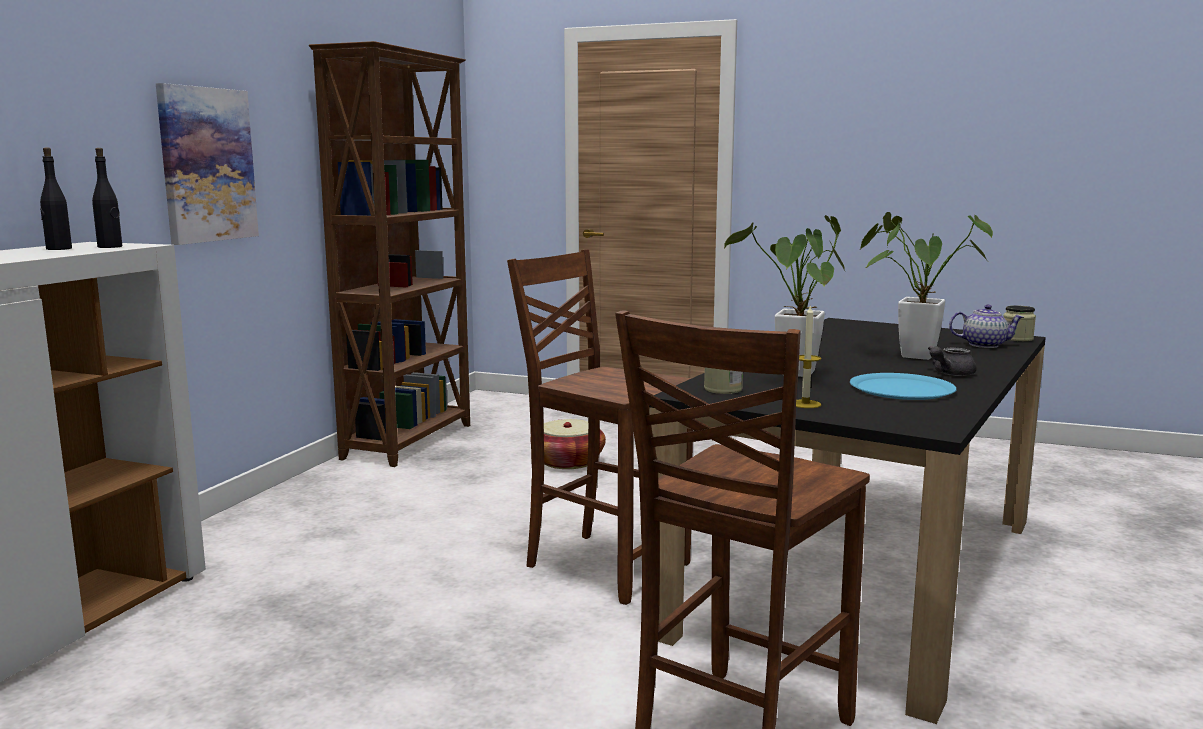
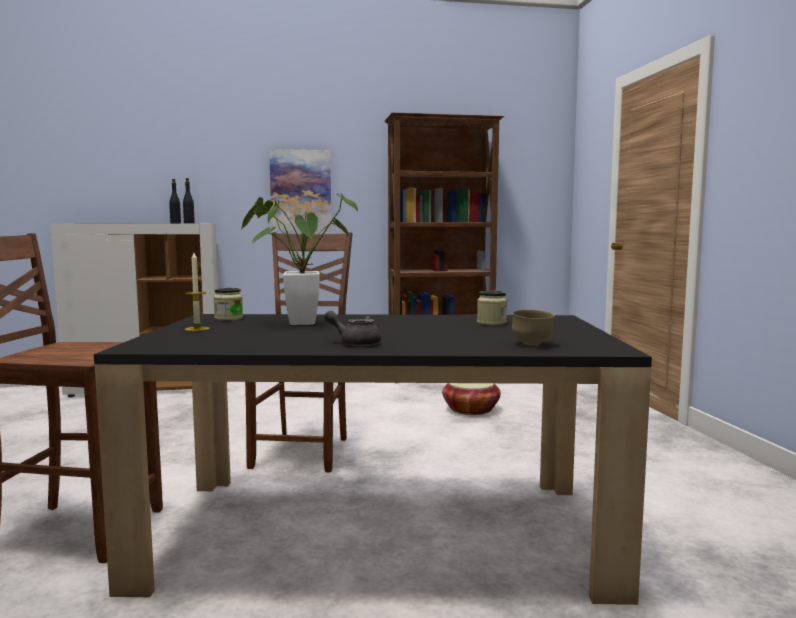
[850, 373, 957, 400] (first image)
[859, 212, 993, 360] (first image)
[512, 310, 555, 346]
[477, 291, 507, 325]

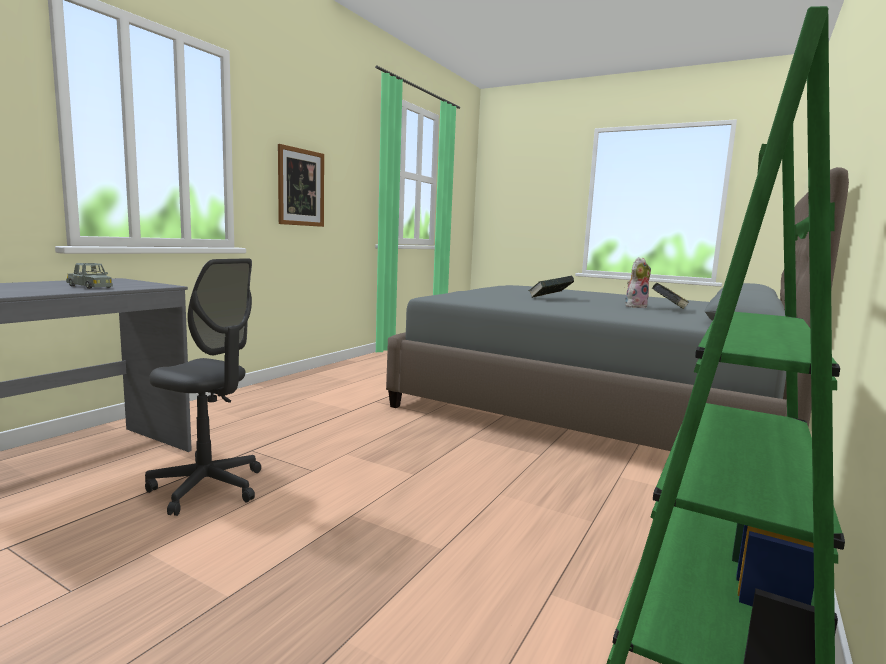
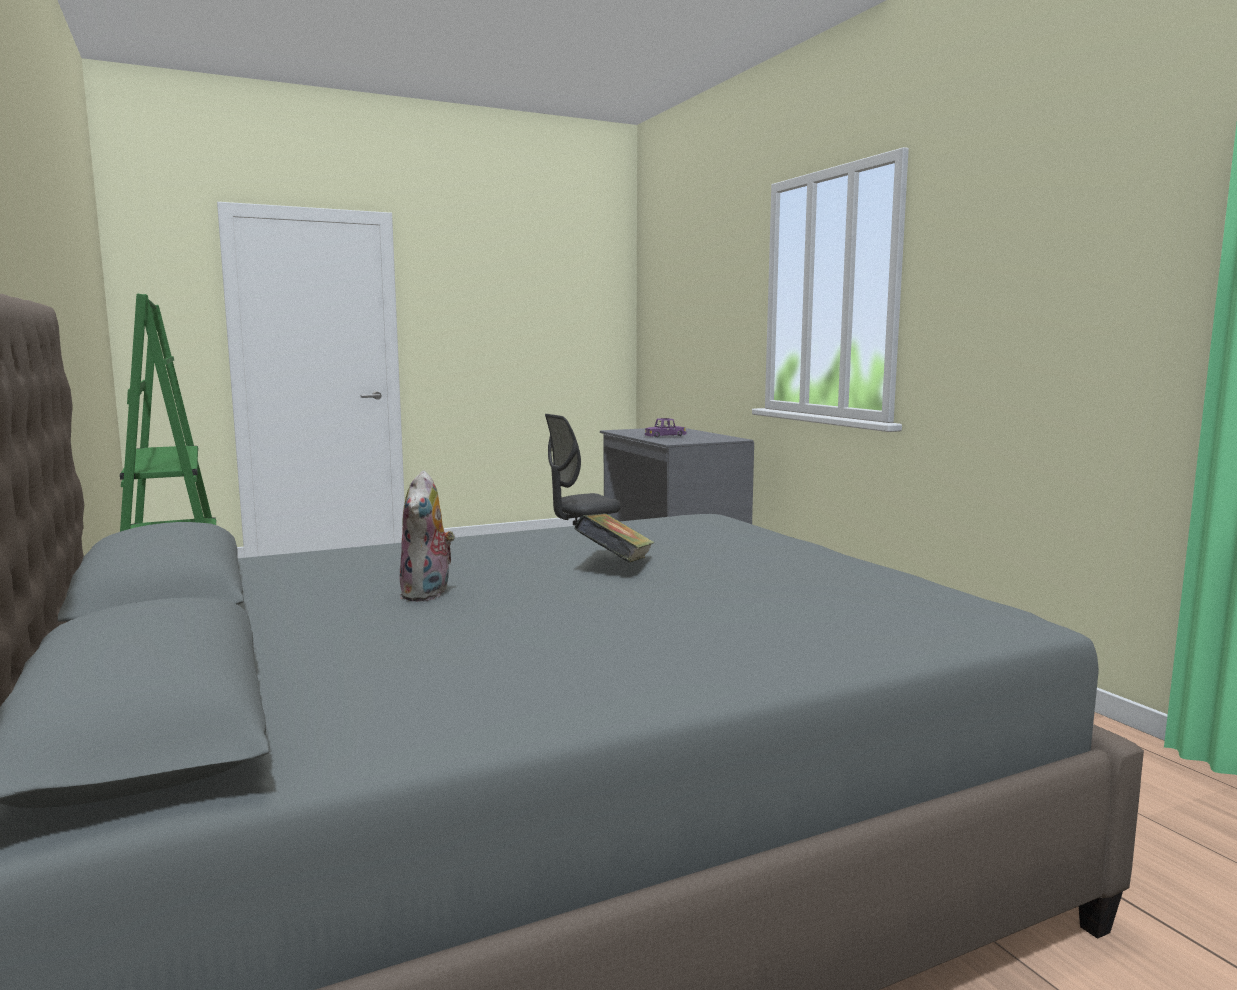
[645, 418, 686, 438]
[278, 144, 324, 227] (first image)
[652, 283, 690, 309] (first image)

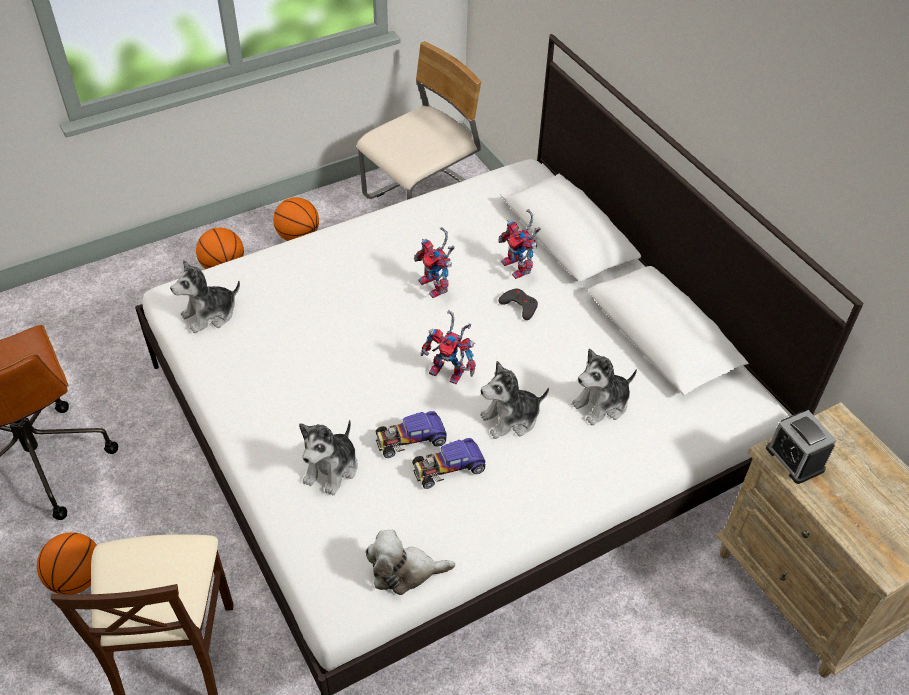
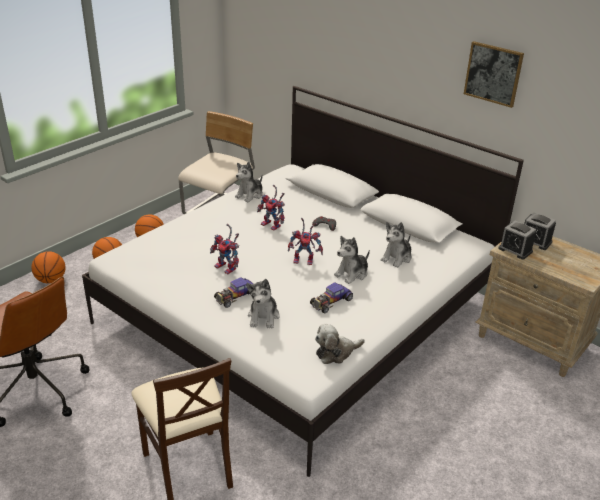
[31, 251, 66, 284]
[235, 162, 263, 202]
[214, 277, 254, 308]
[210, 224, 239, 274]
[464, 41, 524, 108]
[524, 213, 556, 250]

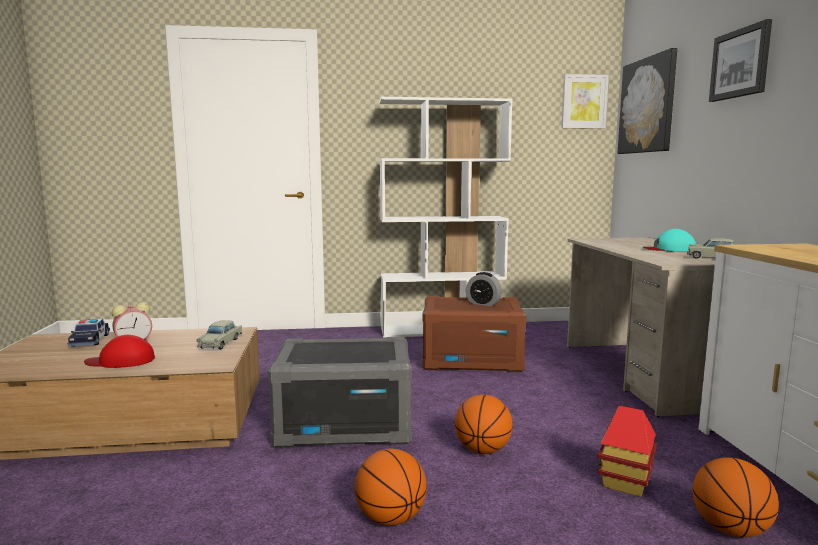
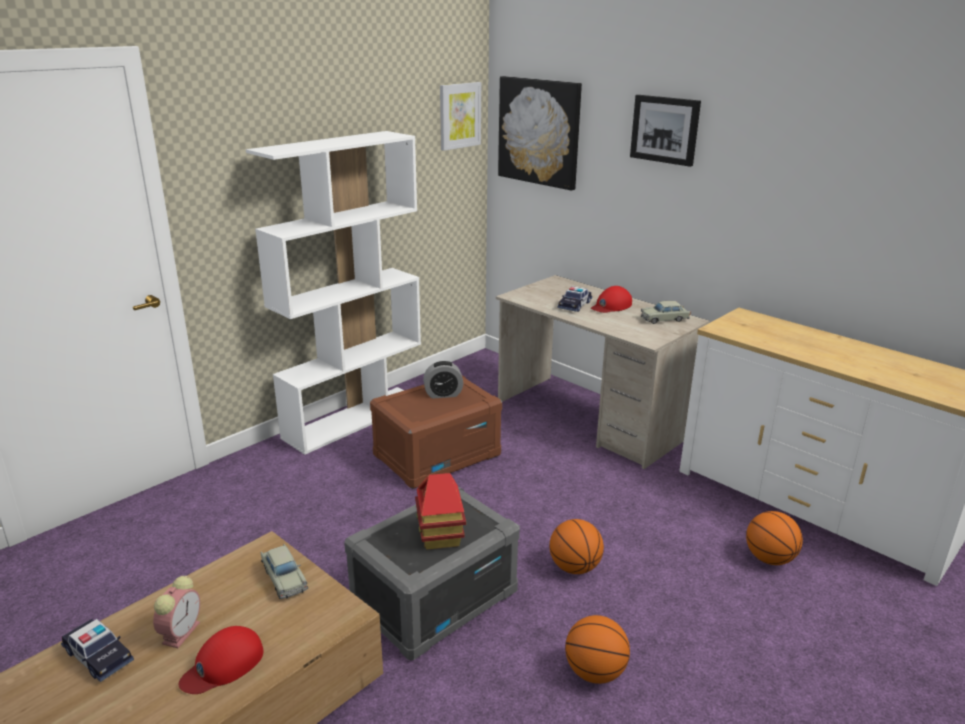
[415, 473, 466, 550]
[591, 286, 632, 313]
[558, 286, 592, 312]

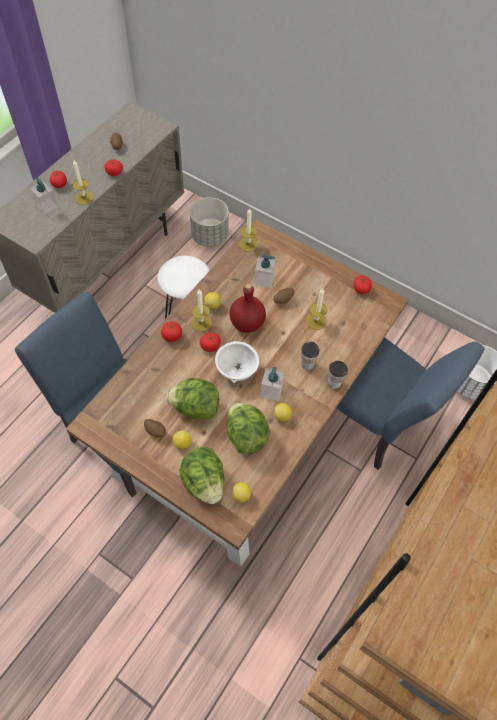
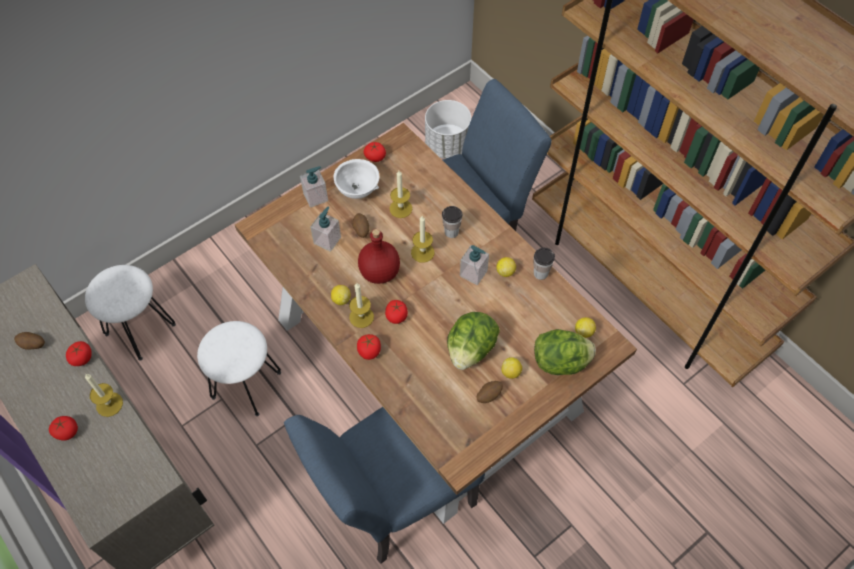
[300, 166, 328, 208]
[85, 265, 176, 361]
[334, 159, 379, 199]
[227, 403, 270, 455] (first image)
[411, 216, 435, 263]
[533, 248, 555, 280]

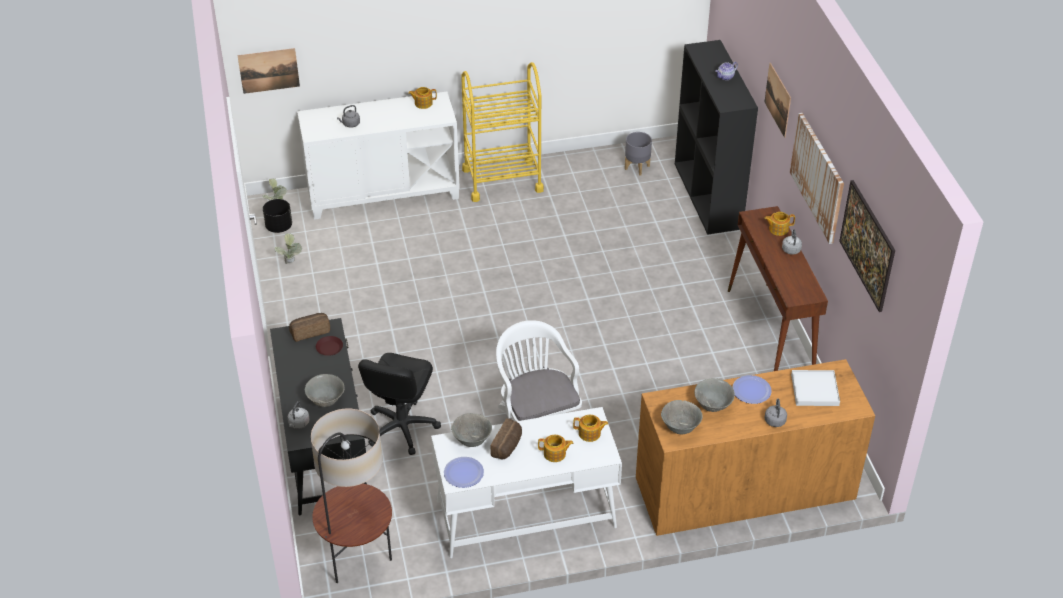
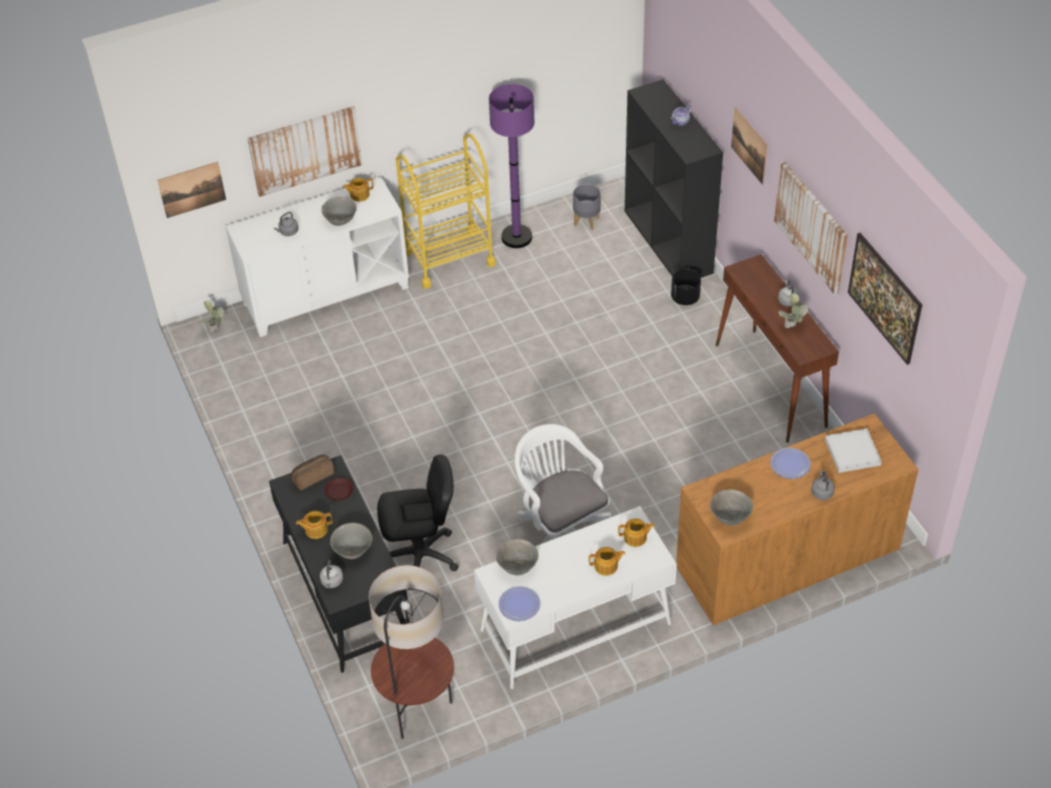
[671, 269, 701, 305]
[778, 293, 808, 328]
[377, 455, 459, 571]
[490, 419, 522, 459] (first image)
[321, 197, 357, 226]
[296, 511, 332, 539]
[248, 106, 362, 197]
[489, 84, 535, 248]

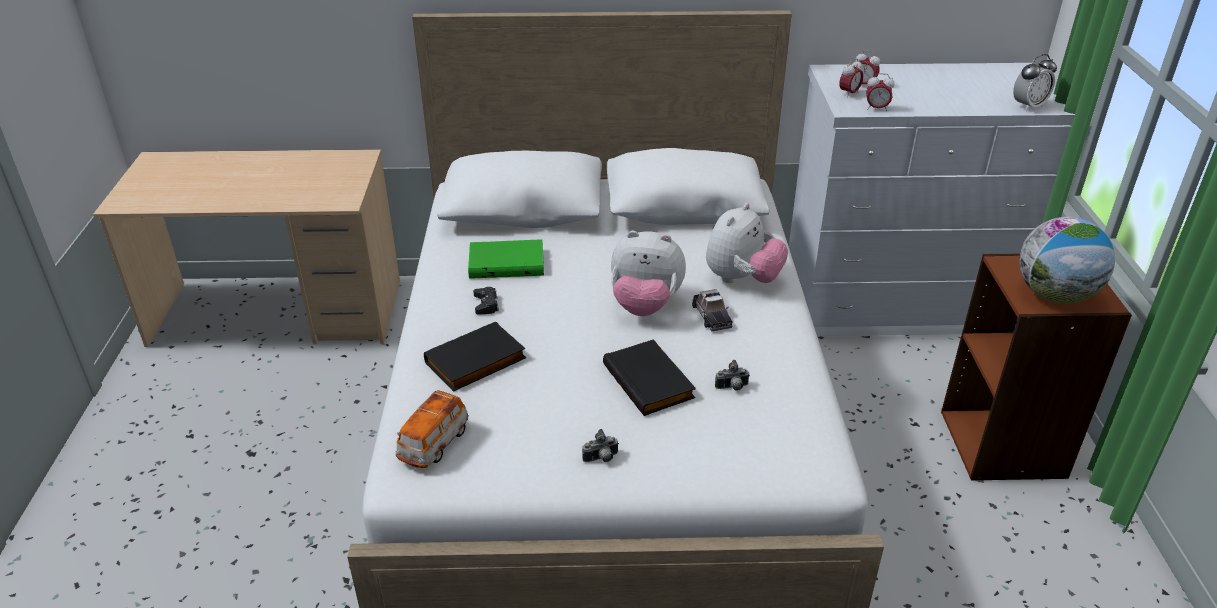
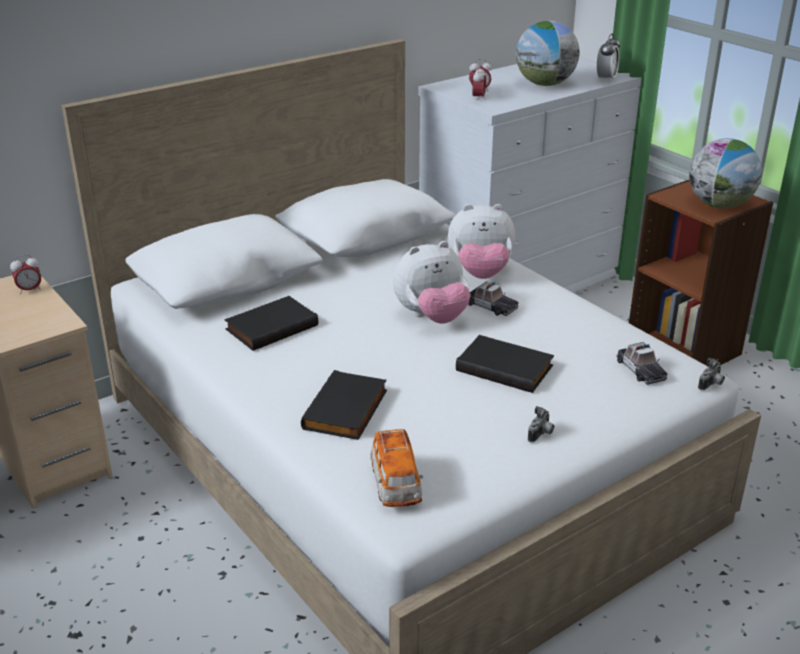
[224, 296, 318, 351]
[473, 287, 499, 315] (first image)
[448, 204, 515, 279]
[698, 357, 725, 390]
[10, 255, 41, 294]
[516, 21, 580, 86]
[616, 342, 667, 385]

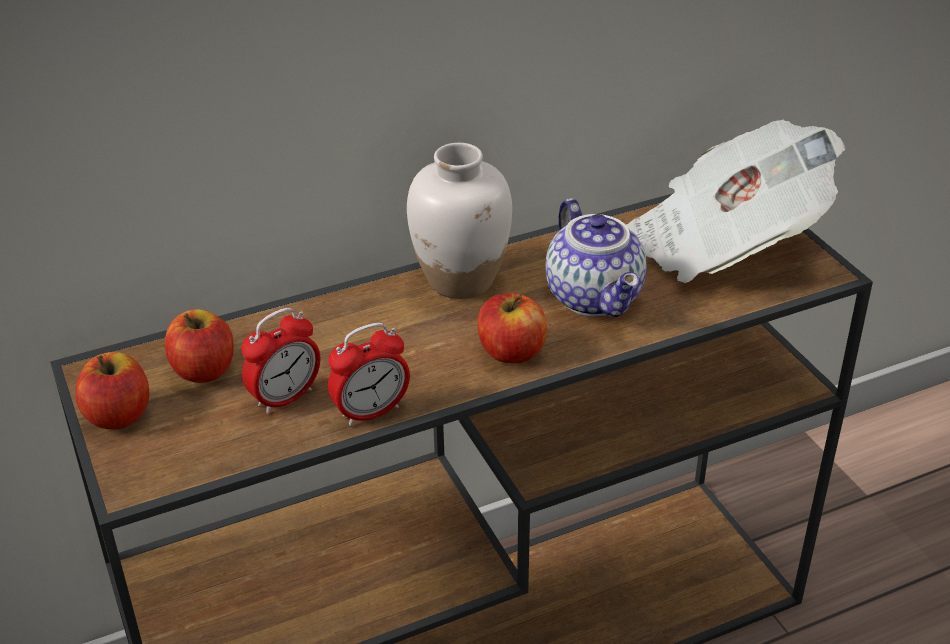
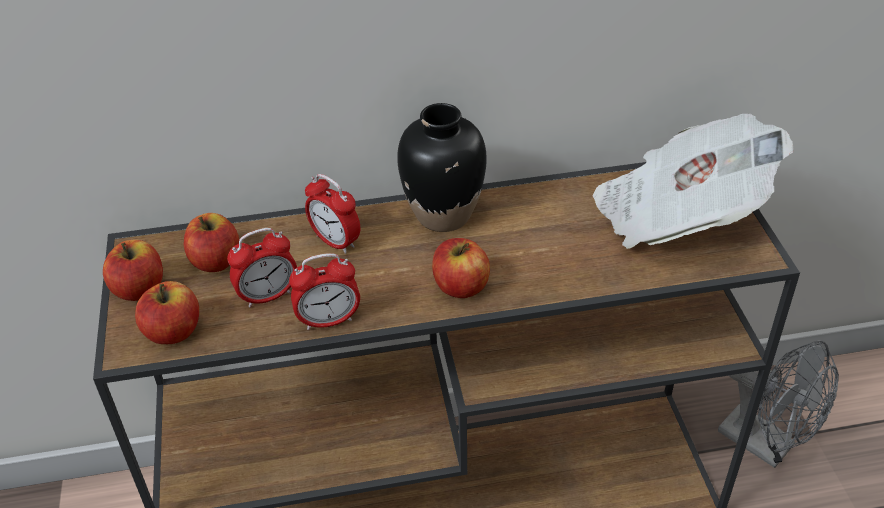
[397, 103, 487, 232]
[545, 198, 646, 317] (first image)
[135, 281, 199, 344]
[305, 174, 360, 254]
[718, 340, 839, 468]

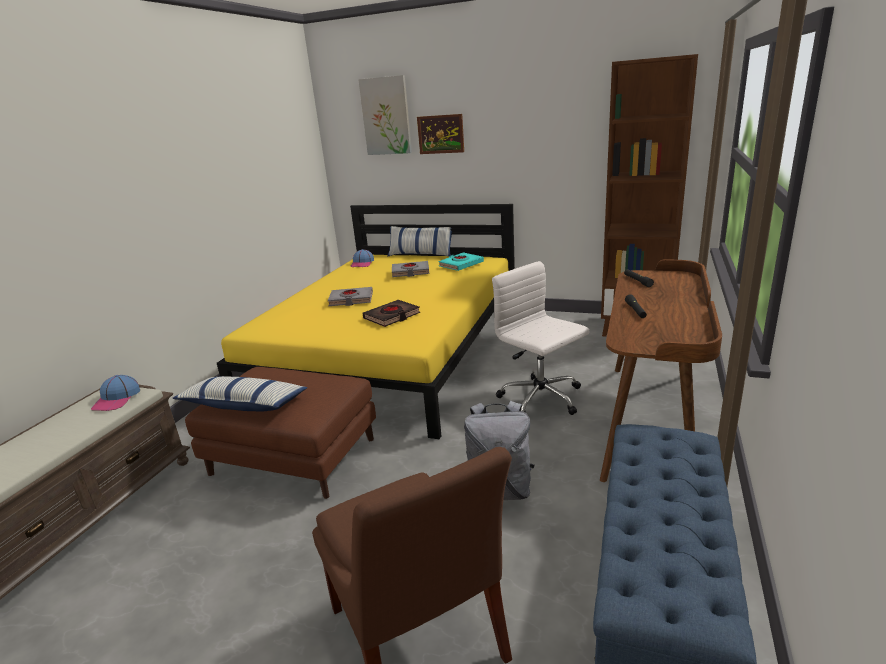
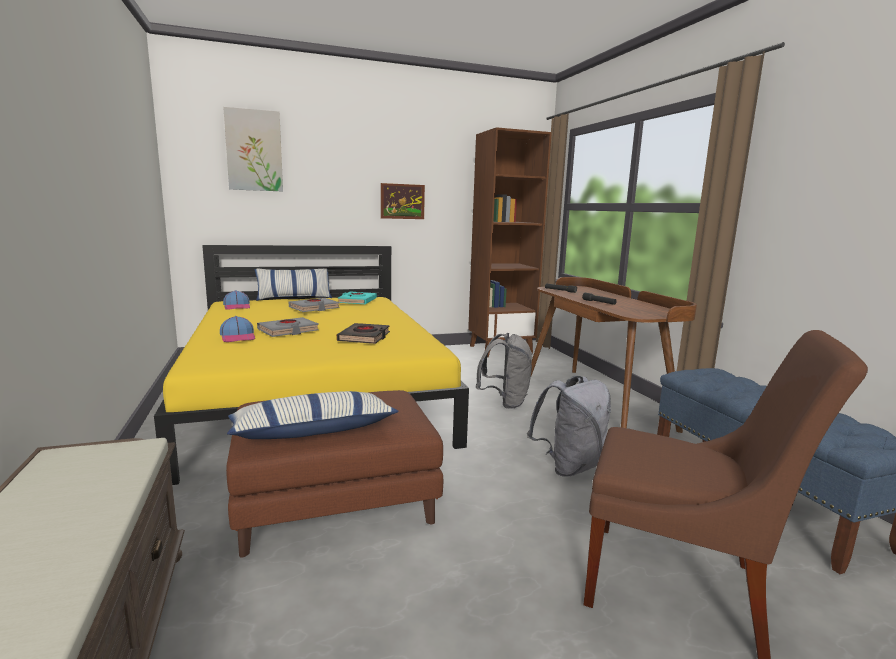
[220, 316, 255, 342]
[381, 183, 425, 219]
[476, 333, 533, 409]

